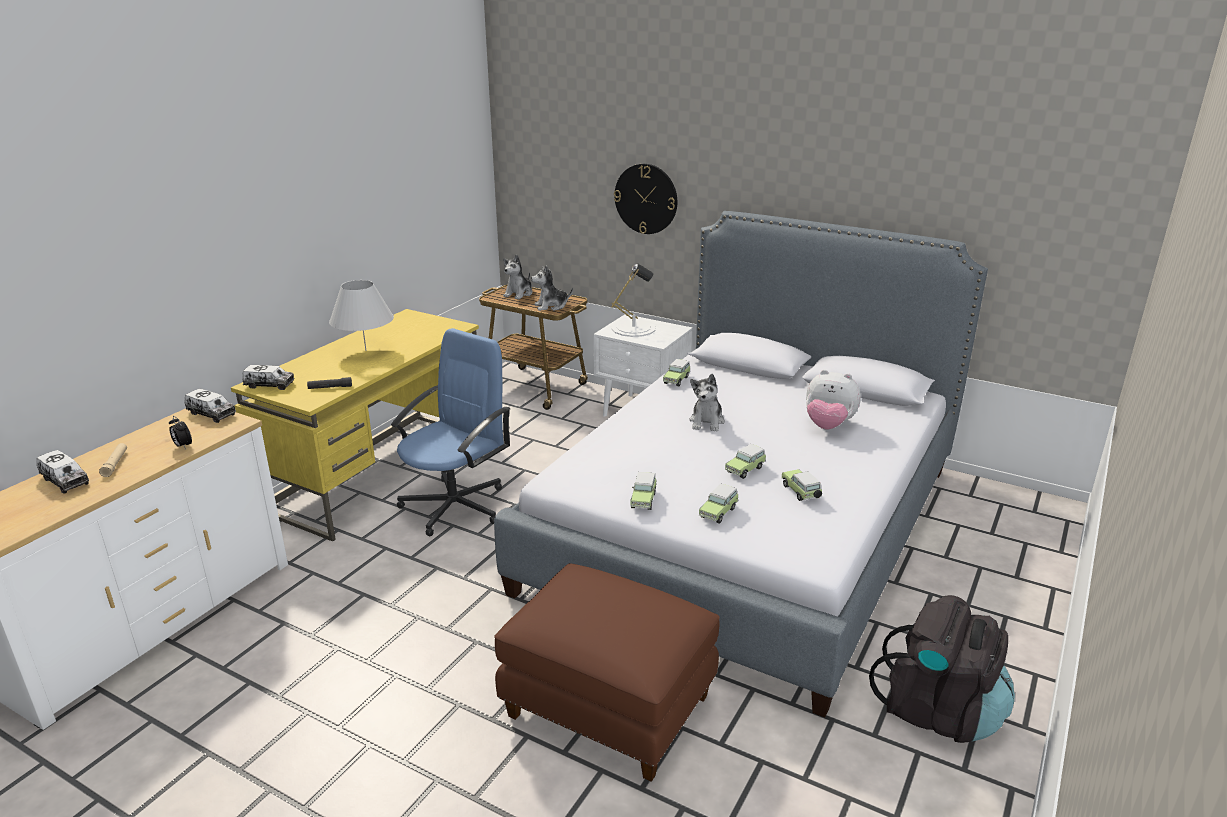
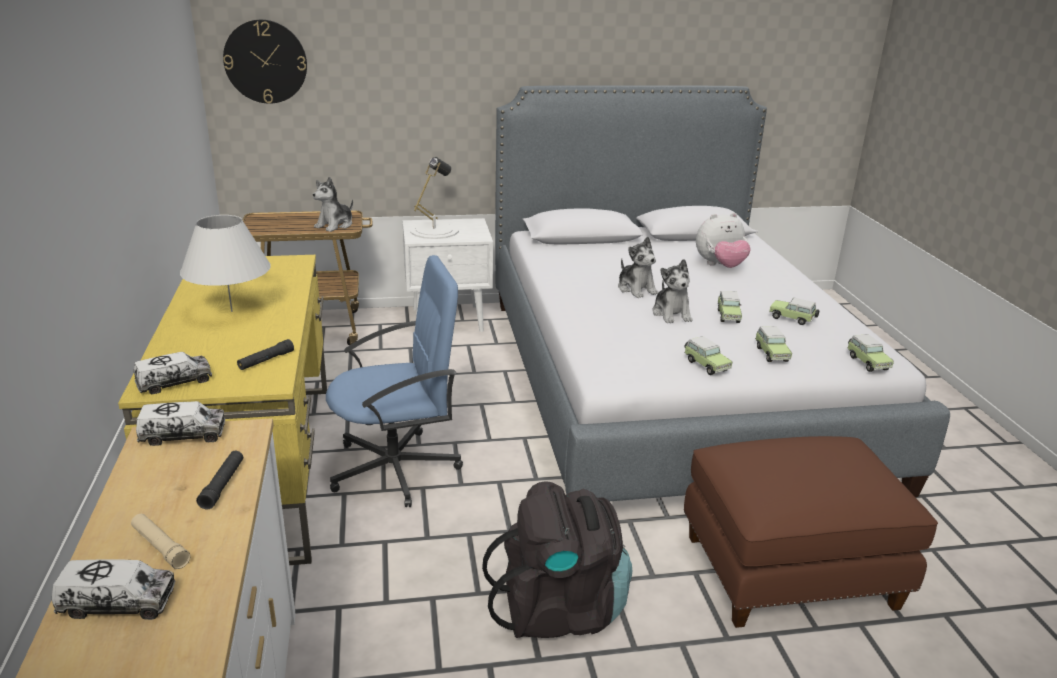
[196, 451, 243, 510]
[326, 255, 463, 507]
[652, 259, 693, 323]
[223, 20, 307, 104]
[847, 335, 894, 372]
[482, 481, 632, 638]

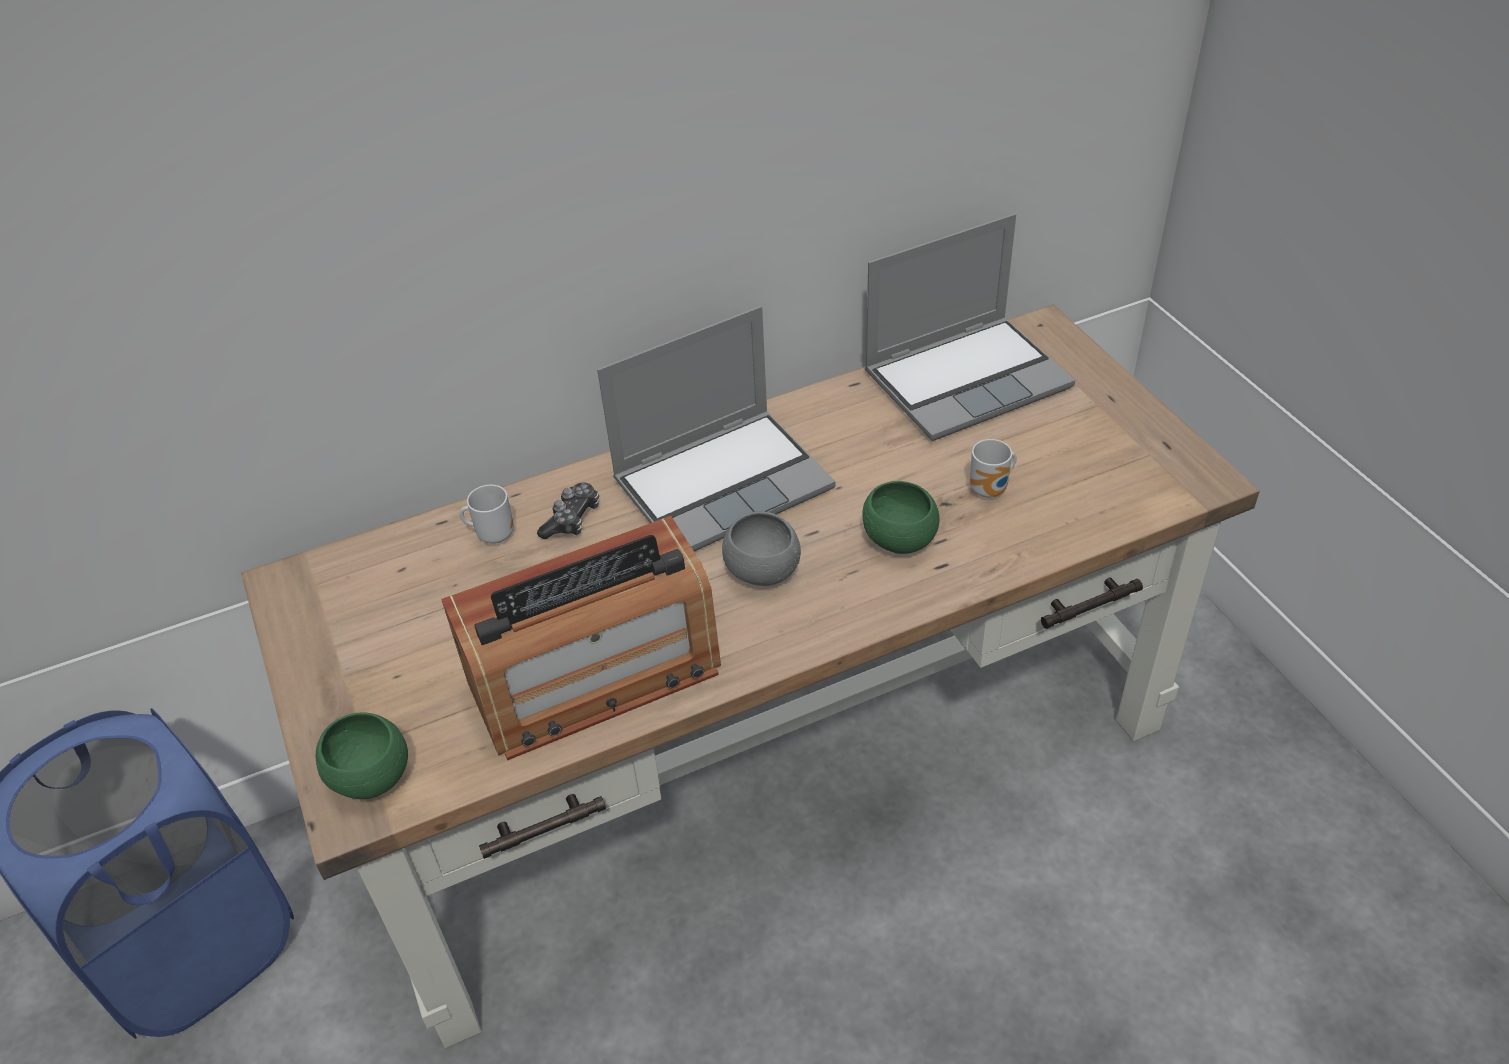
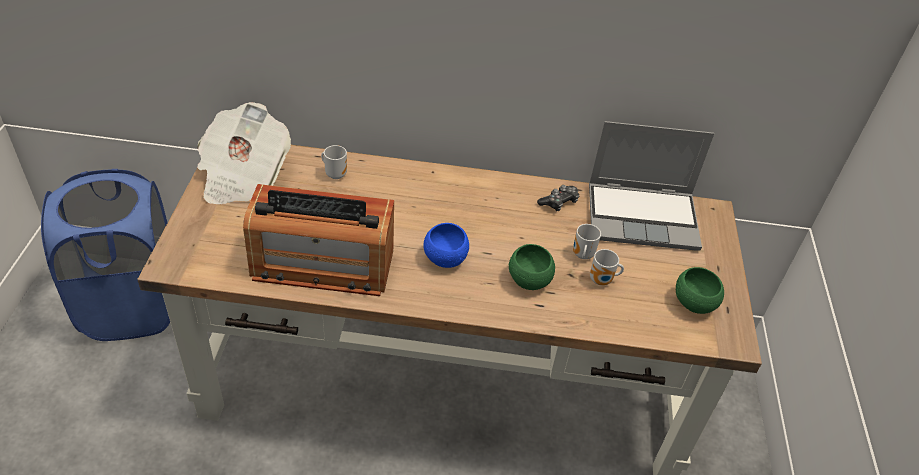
[676, 267, 724, 314]
[537, 185, 579, 211]
[597, 306, 836, 551] (first image)
[423, 223, 469, 268]
[197, 102, 291, 204]
[573, 224, 601, 259]

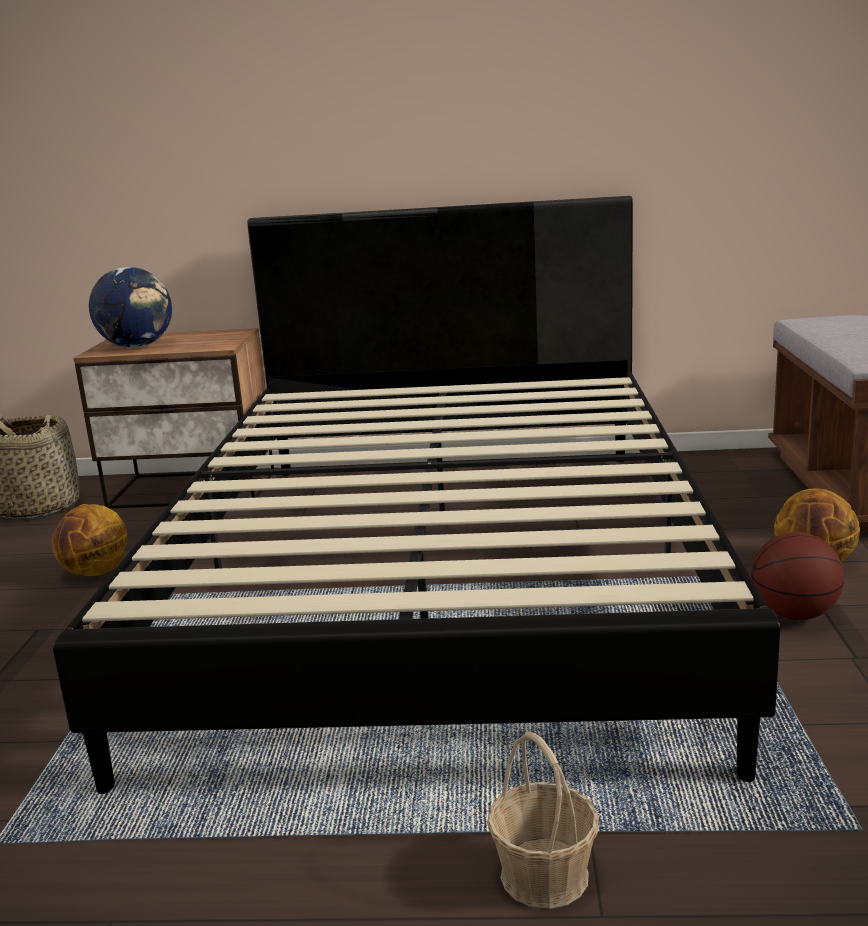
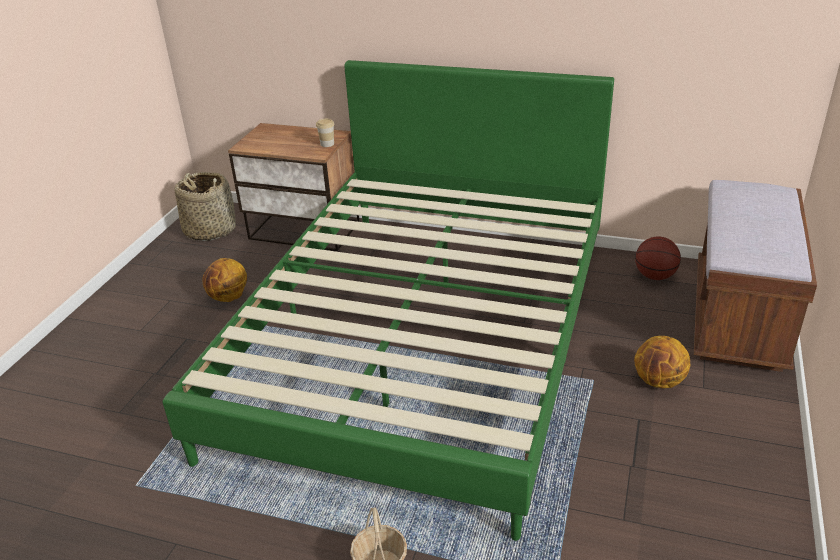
[163, 60, 614, 541]
[89, 267, 172, 348] (first image)
[635, 236, 681, 280]
[316, 119, 334, 147]

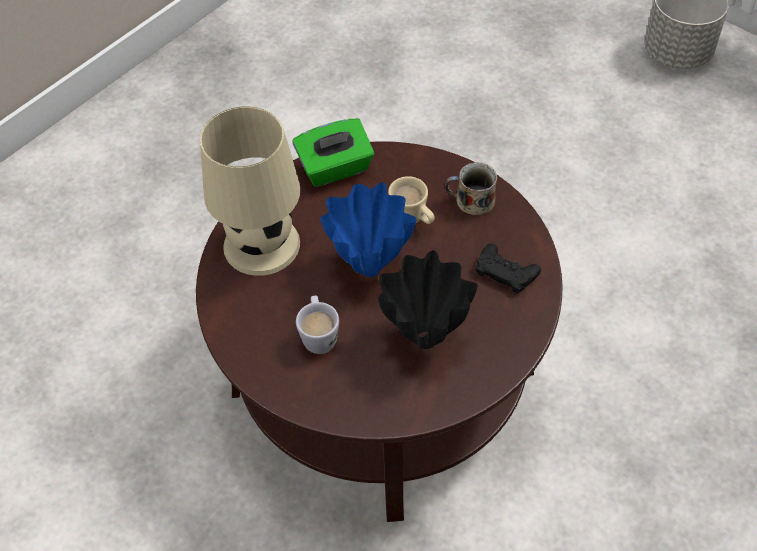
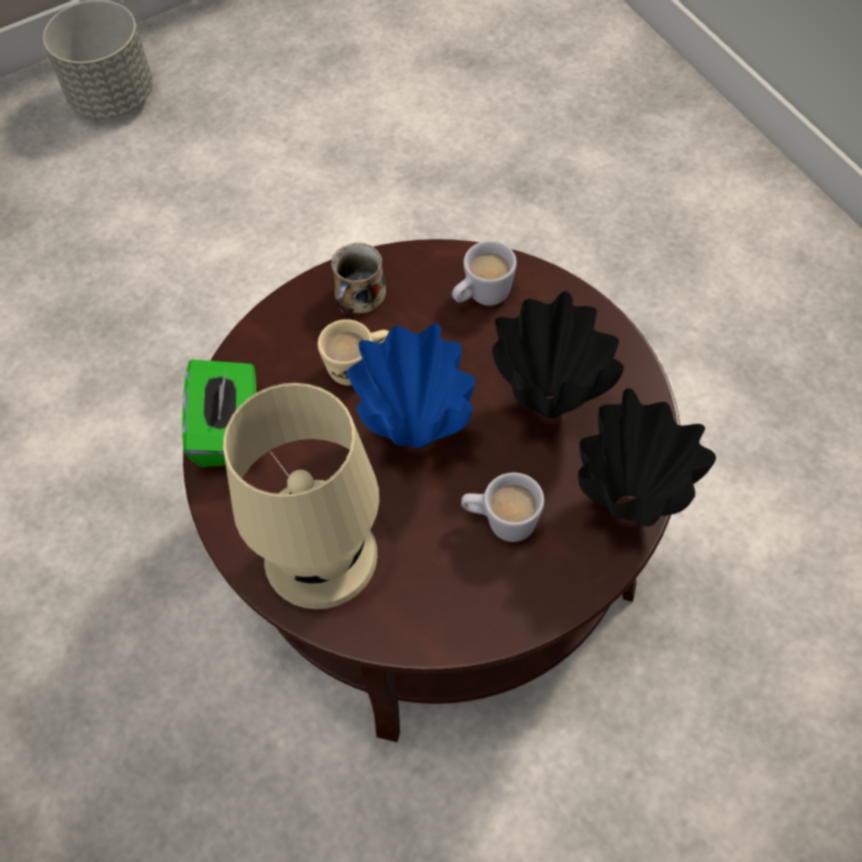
[452, 241, 517, 306]
[578, 388, 716, 526]

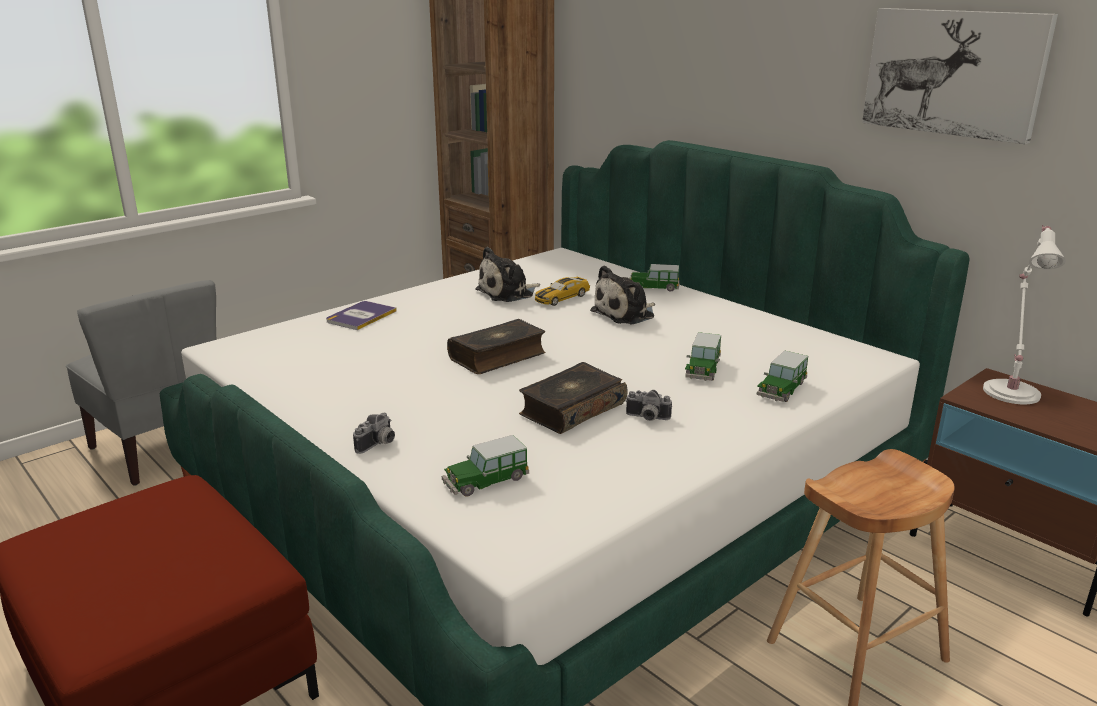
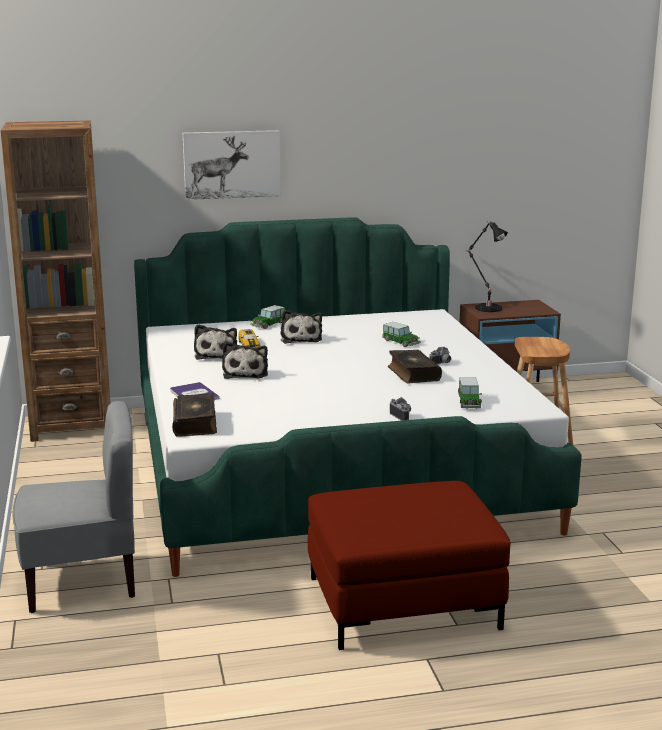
[172, 393, 217, 437]
[756, 351, 808, 402] (first image)
[183, 130, 281, 200]
[465, 221, 508, 312]
[222, 341, 268, 379]

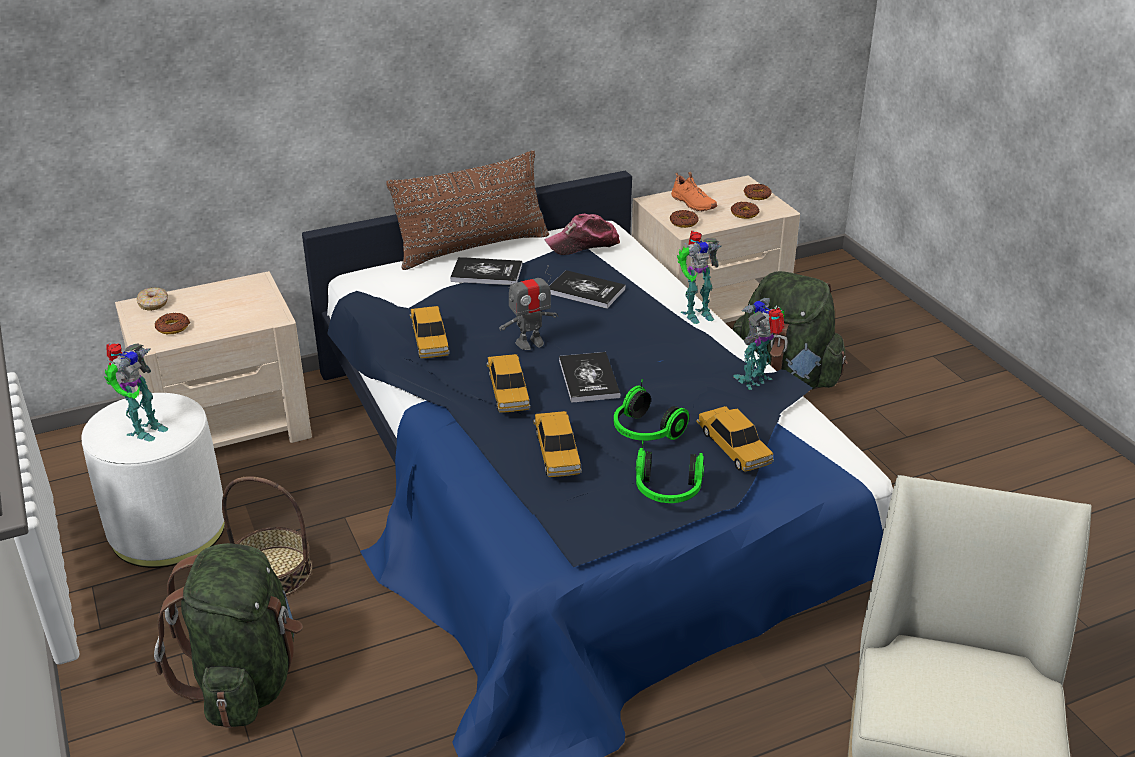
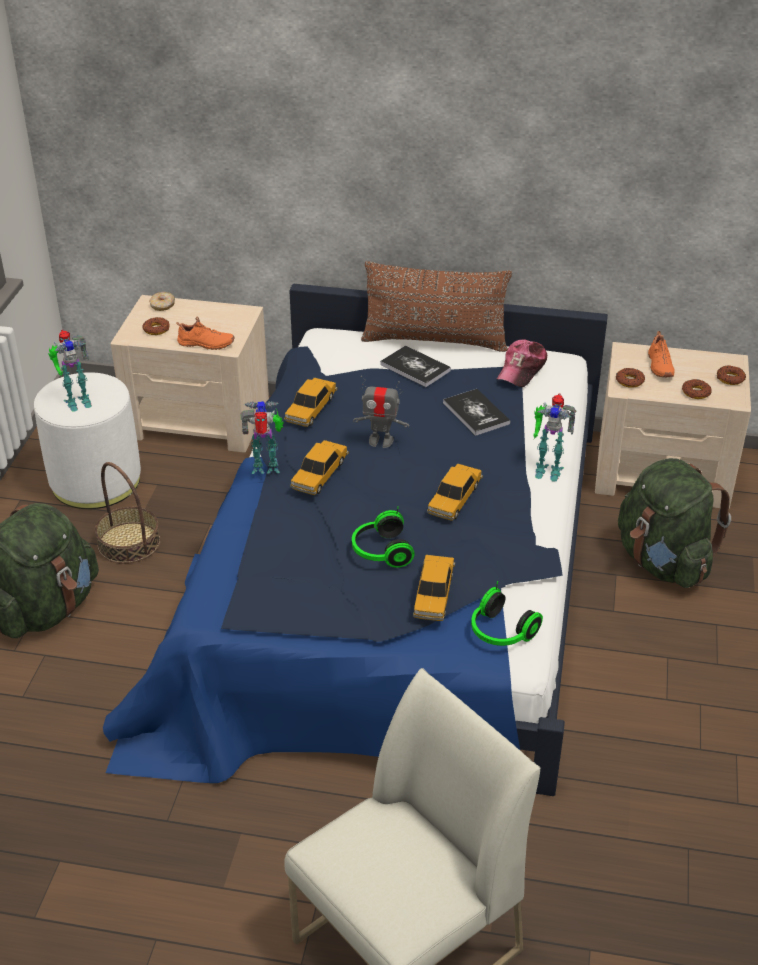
[427, 464, 483, 521]
[497, 339, 547, 387]
[559, 352, 621, 403] (first image)
[471, 581, 543, 646]
[240, 401, 284, 474]
[176, 317, 234, 350]

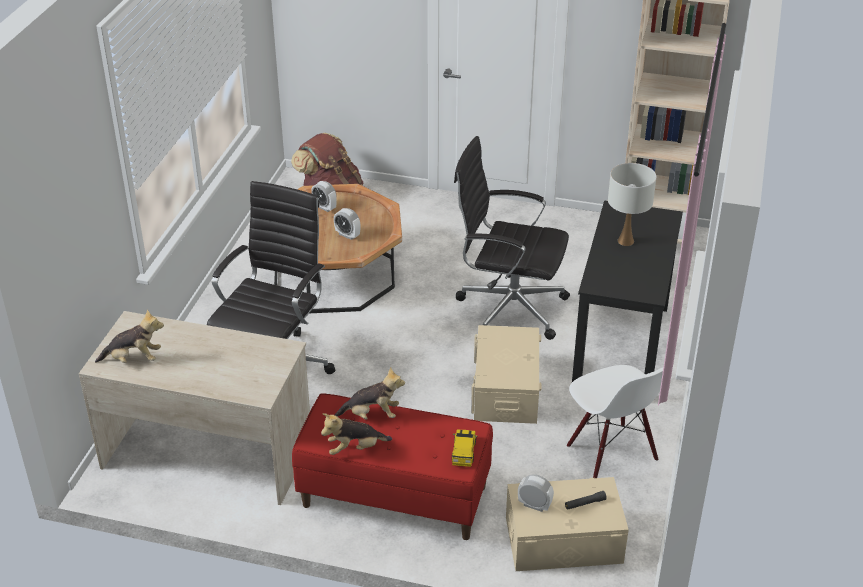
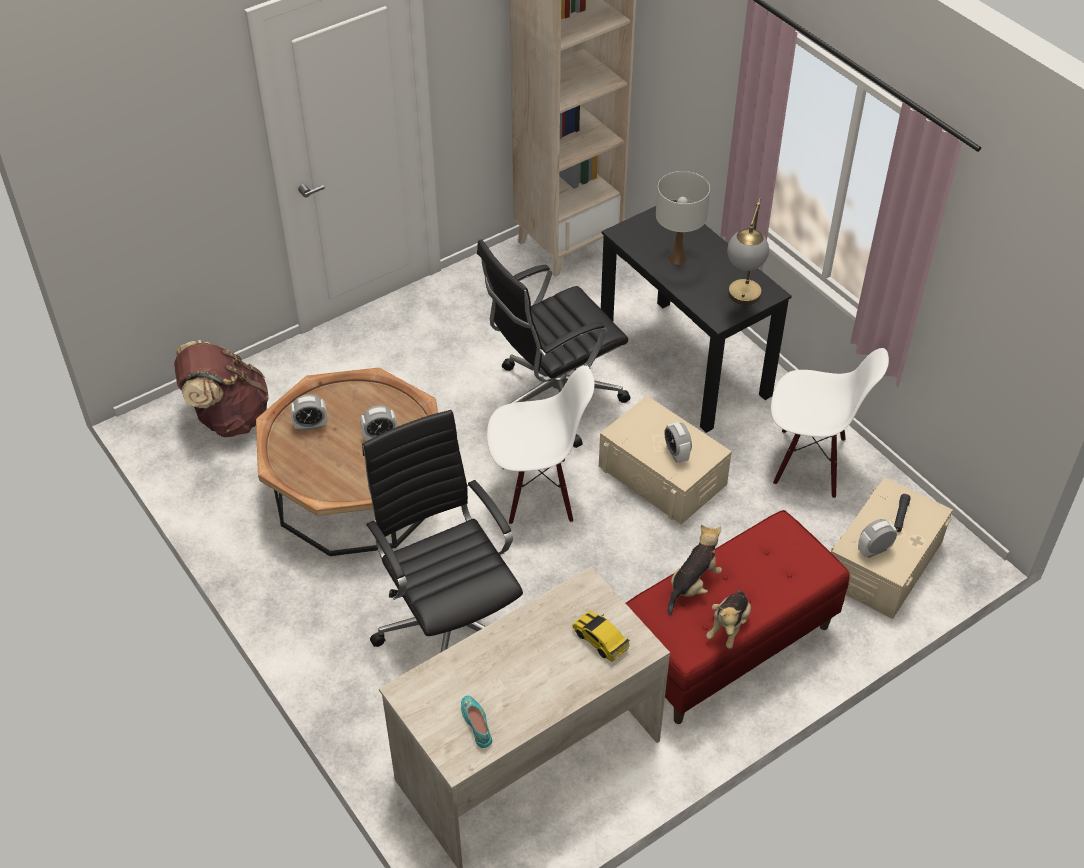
[461, 695, 492, 748]
[572, 611, 630, 662]
[487, 365, 594, 525]
[664, 422, 692, 463]
[727, 198, 769, 305]

